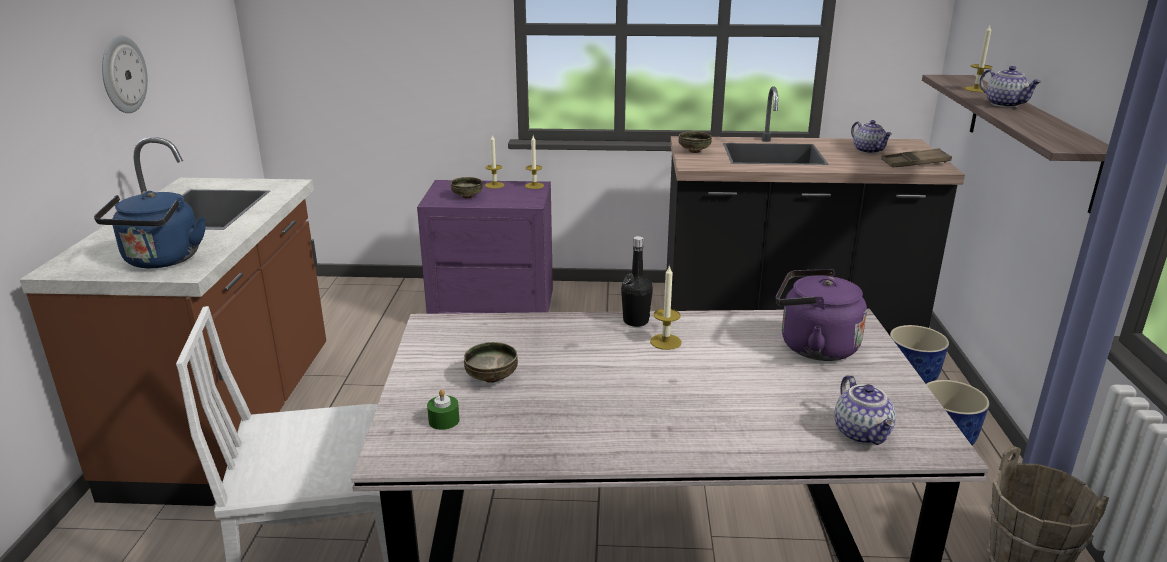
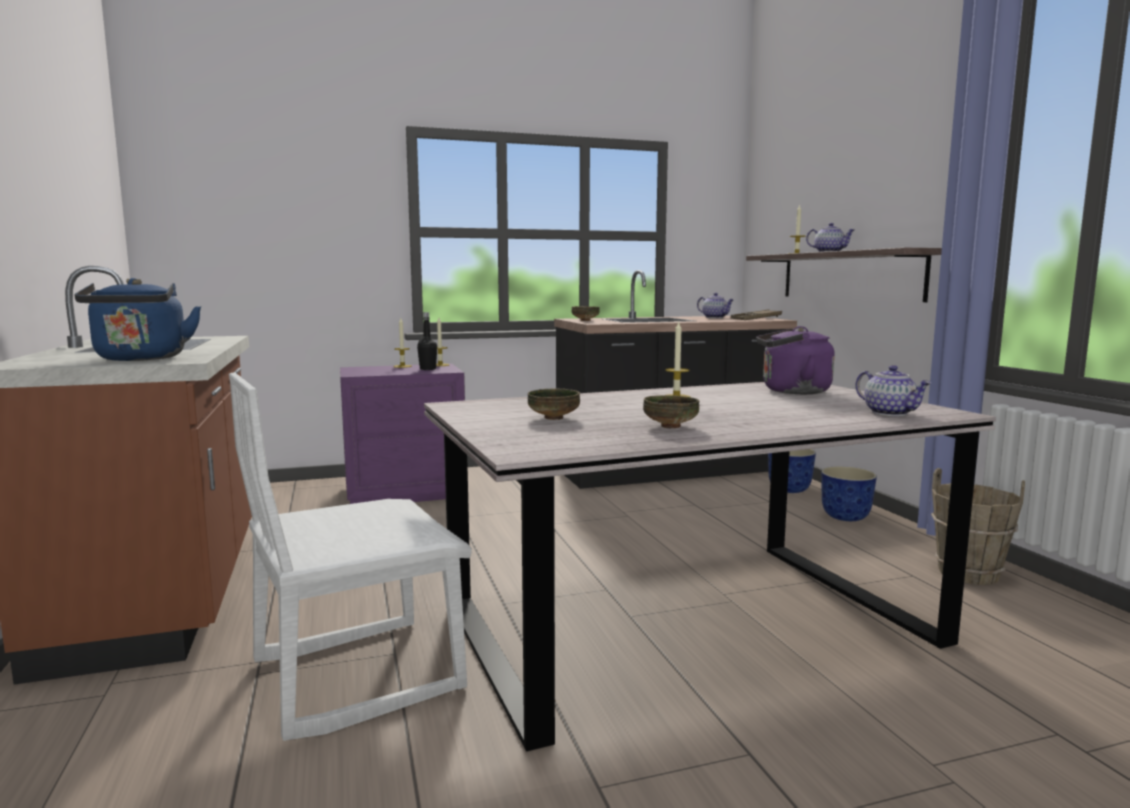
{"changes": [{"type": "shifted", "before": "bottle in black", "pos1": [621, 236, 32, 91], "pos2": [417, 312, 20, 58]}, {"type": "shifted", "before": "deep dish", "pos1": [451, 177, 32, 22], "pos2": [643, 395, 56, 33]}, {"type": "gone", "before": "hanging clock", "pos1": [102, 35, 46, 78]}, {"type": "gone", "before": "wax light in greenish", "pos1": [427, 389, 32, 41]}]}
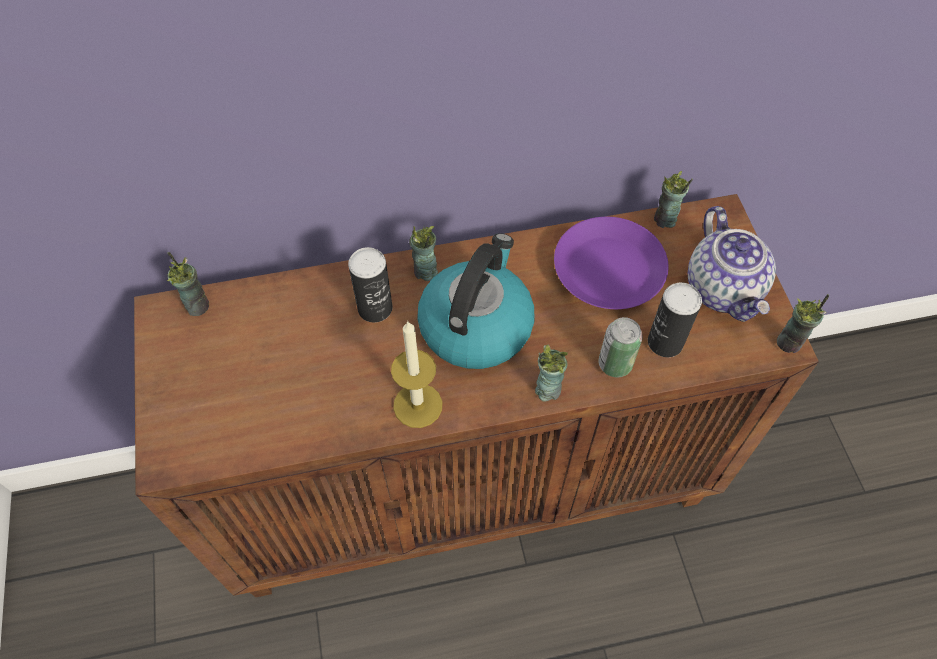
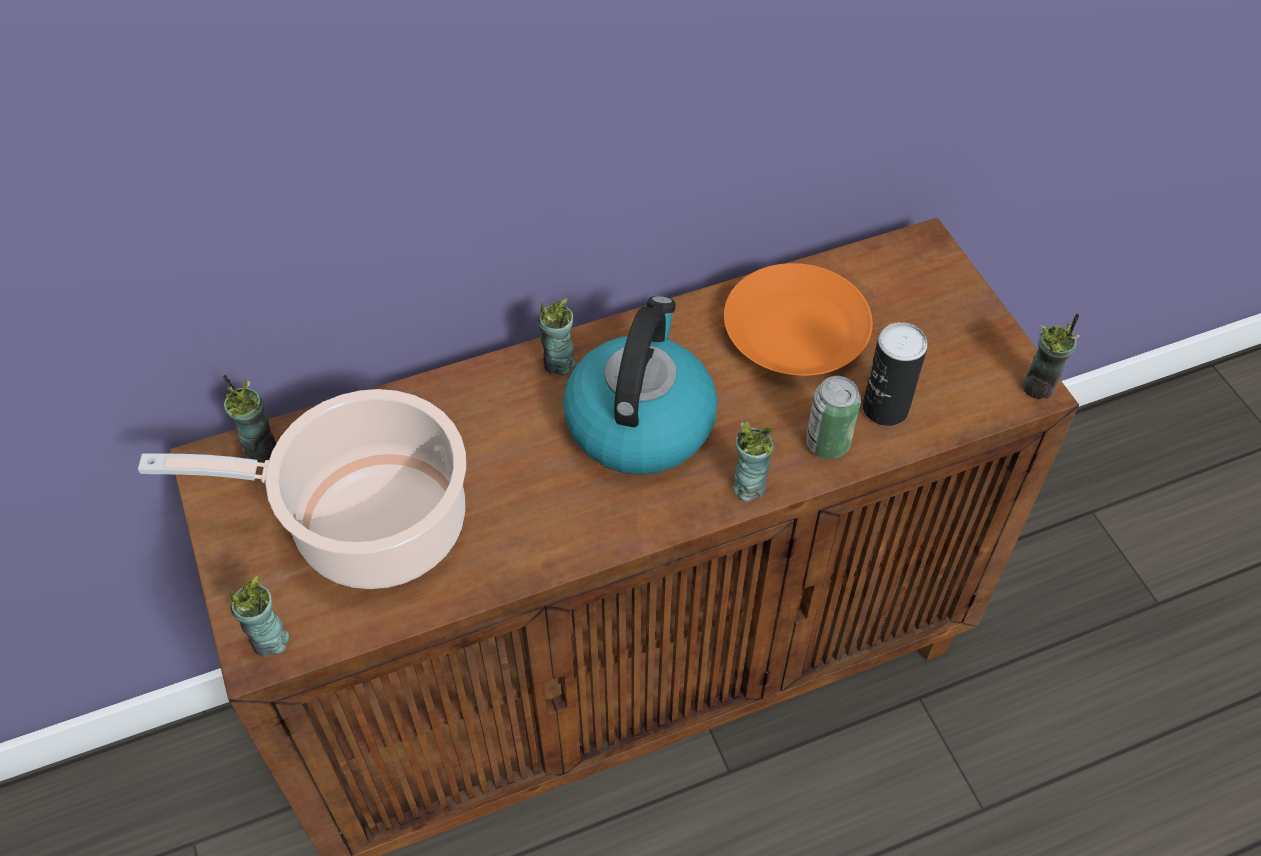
{"changes": [{"type": "new", "after": "stockpot", "pos2": [138, 389, 328, 200]}, {"type": "shifted", "before": "drinking cup", "pos1": [654, 171, 39, 57], "pos2": [229, 576, 61, 81]}, {"type": "repainted", "before": "plate in purplish", "after": "plate in orange-coloured", "pos1": [554, 217, 115, 92], "pos2": [724, 263, 149, 113]}, {"type": "gone", "before": "sealed can", "pos1": [348, 247, 44, 76]}, {"type": "gone", "before": "wax light", "pos1": [391, 320, 51, 108]}, {"type": "gone", "before": "pot for tea", "pos1": [688, 206, 88, 116]}]}
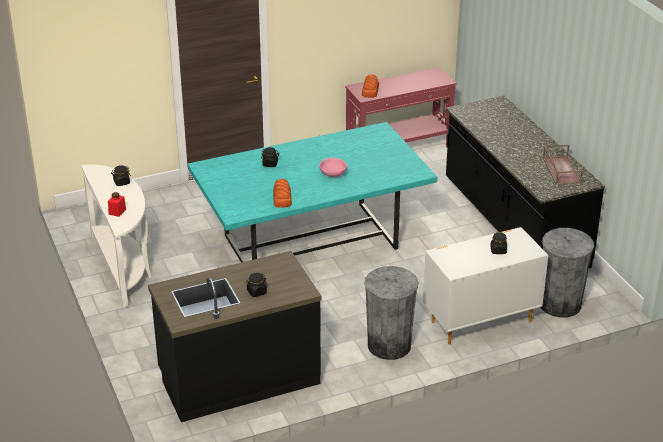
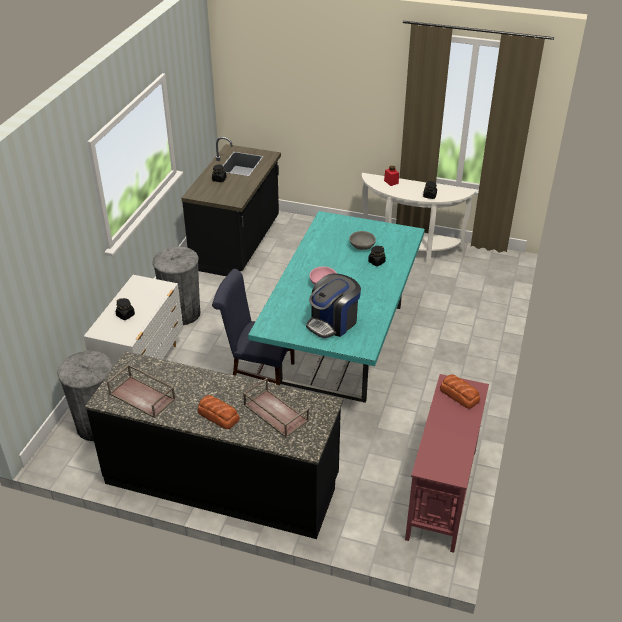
{"changes": [{"type": "shifted", "before": "baked bread", "pos1": [273, 179, 19, 29], "pos2": [198, 395, 41, 34]}, {"type": "new", "after": "chair in blue-coloured", "pos2": [212, 269, 82, 116]}, {"type": "new", "after": "tray in brownish", "pos2": [243, 378, 66, 60]}, {"type": "new", "after": "coffee machine", "pos2": [306, 273, 55, 65]}, {"type": "new", "after": "deep dish in greyish", "pos2": [349, 231, 27, 19]}]}
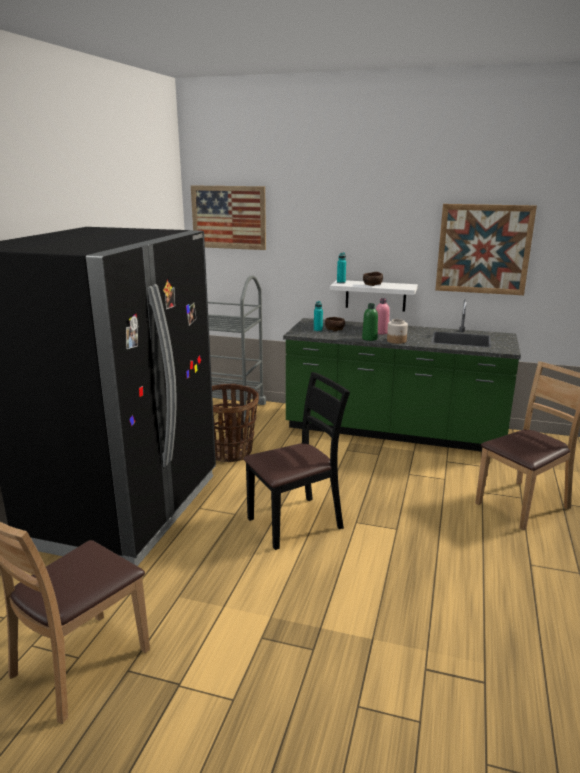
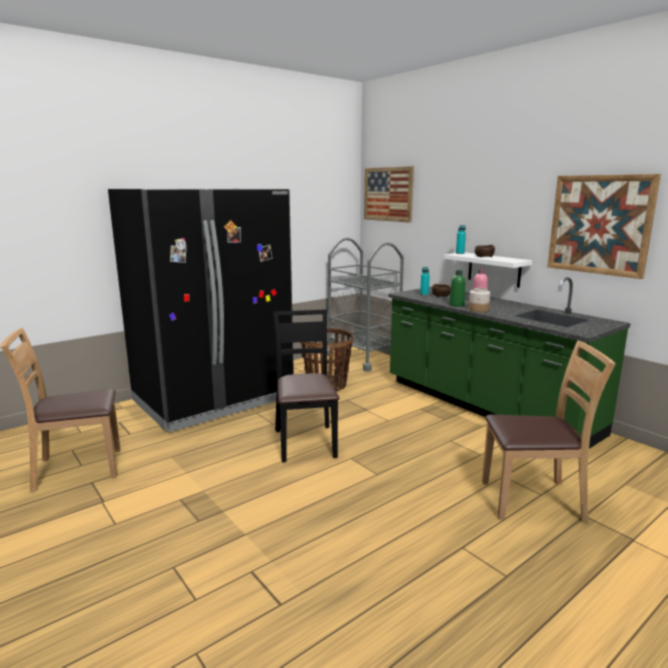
{"changes": [{"type": "rotated", "before": "chair in black", "pos1": [243, 372, 107, 178], "pos2": [273, 310, 66, 153], "turn": -105}]}
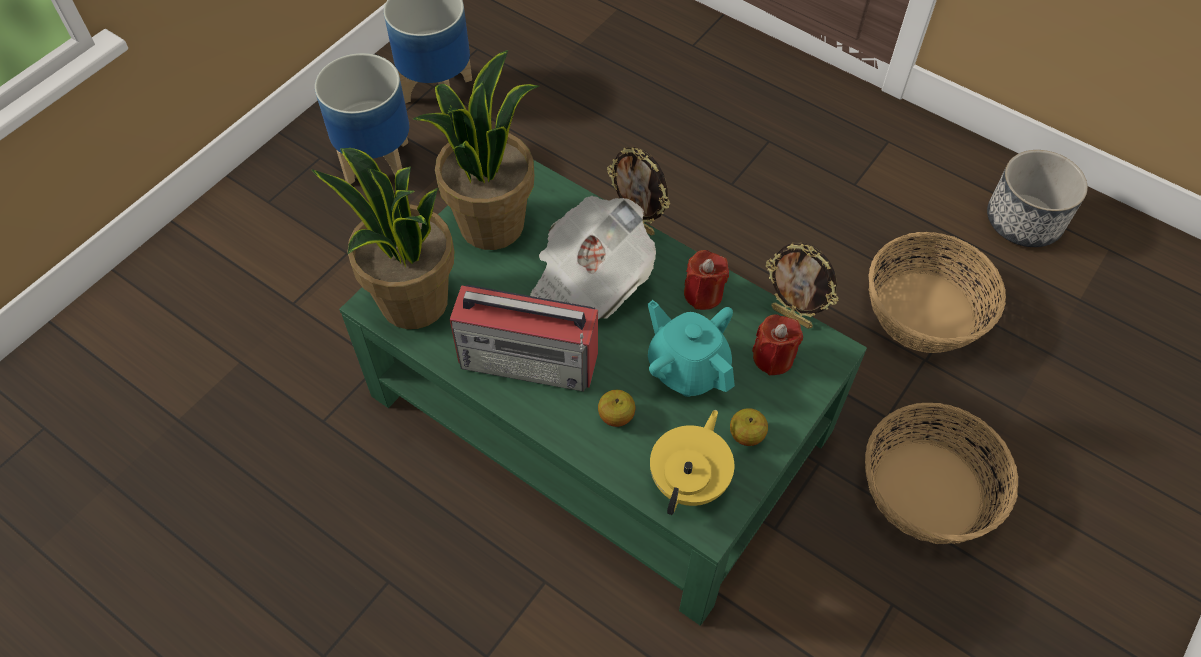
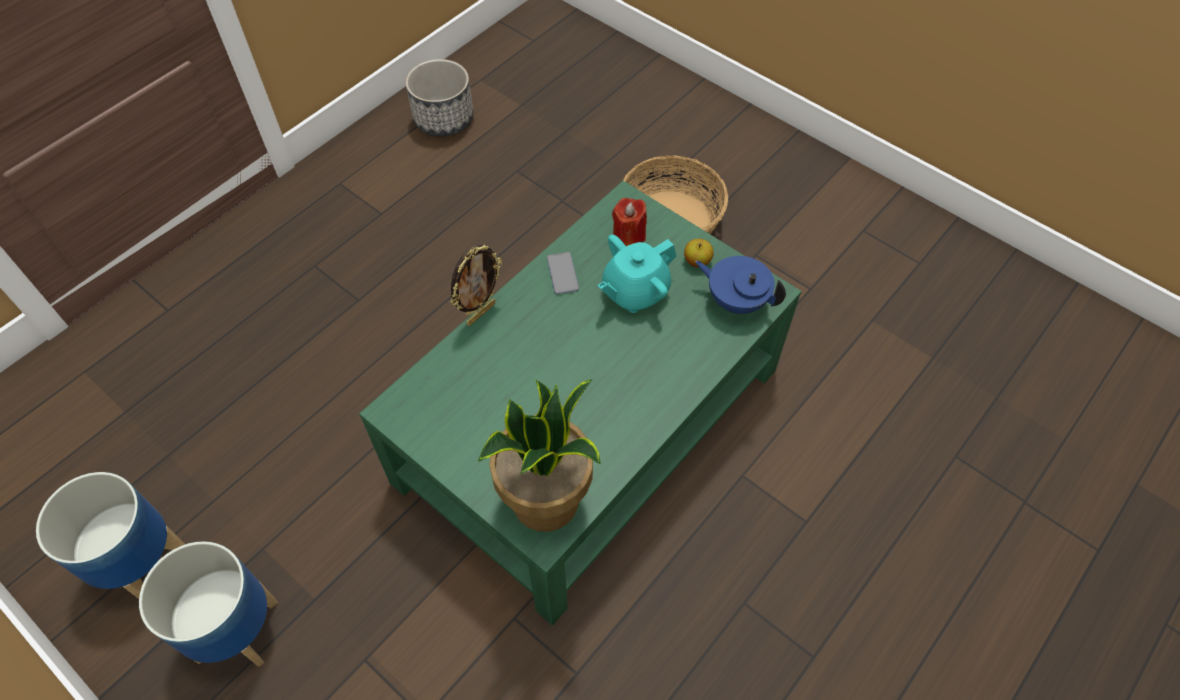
{"changes": [{"type": "swapped", "before": "wax light in red", "after": "handset", "pos1": [684, 250, 45, 60], "pos2": [547, 252, 32, 42]}, {"type": "repainted", "before": "pot for tea in yellowish", "after": "pot for tea in blue-coloured", "pos1": [650, 410, 84, 105], "pos2": [695, 256, 91, 58]}, {"type": "gone", "before": "potted plant", "pos1": [413, 50, 126, 200]}, {"type": "gone", "before": "radio", "pos1": [449, 285, 149, 107]}, {"type": "gone", "before": "newspaper", "pos1": [530, 196, 126, 123]}, {"type": "gone", "before": "whole apple", "pos1": [598, 390, 37, 37]}, {"type": "gone", "before": "standing frame", "pos1": [766, 243, 72, 86]}, {"type": "gone", "before": "storage basket", "pos1": [868, 232, 138, 121]}]}
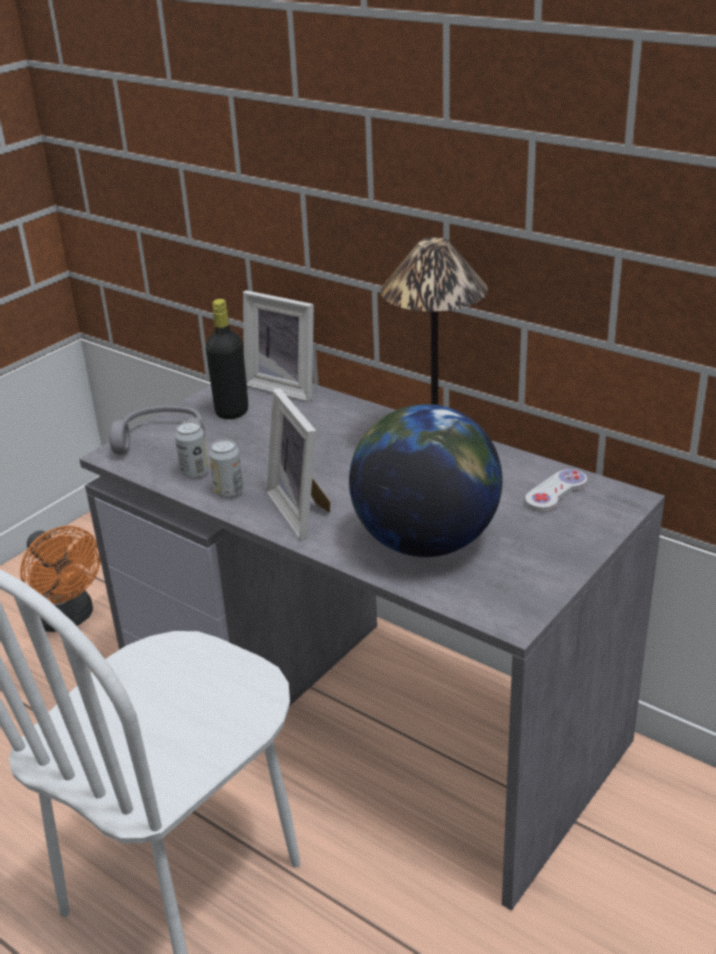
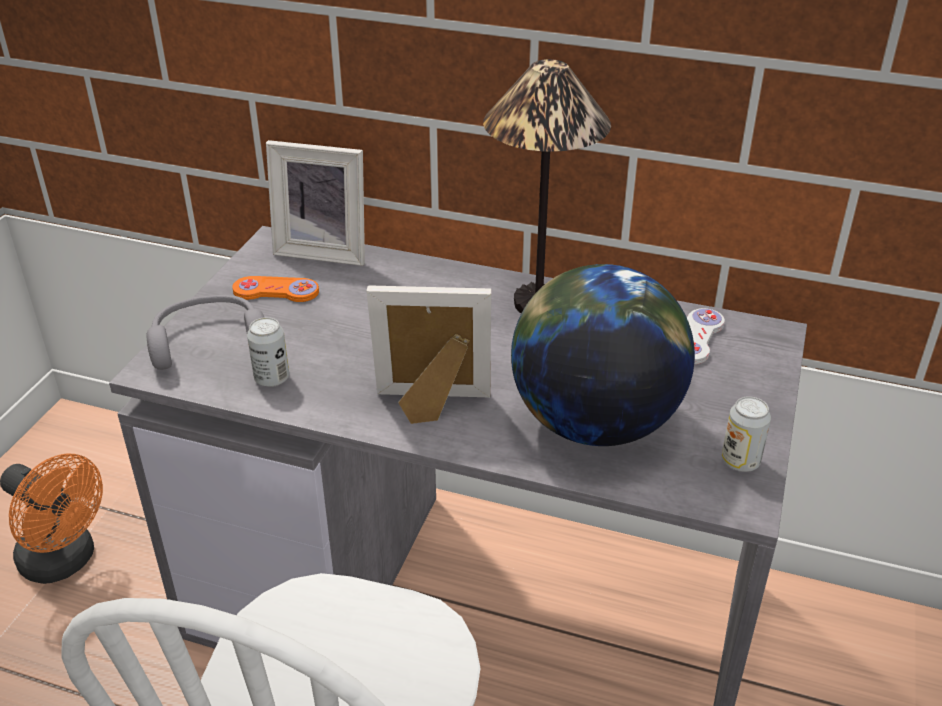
{"changes": [{"type": "swapped", "before": "bottle in black", "after": "game controller in orange-coloured", "pos1": [206, 299, 42, 120], "pos2": [232, 276, 87, 26]}, {"type": "rotated", "before": "standing frame", "pos1": [267, 388, 63, 152], "pos2": [366, 285, 125, 139], "turn": 135}, {"type": "shifted", "before": "sealed can", "pos1": [209, 440, 34, 58], "pos2": [722, 396, 49, 76]}]}
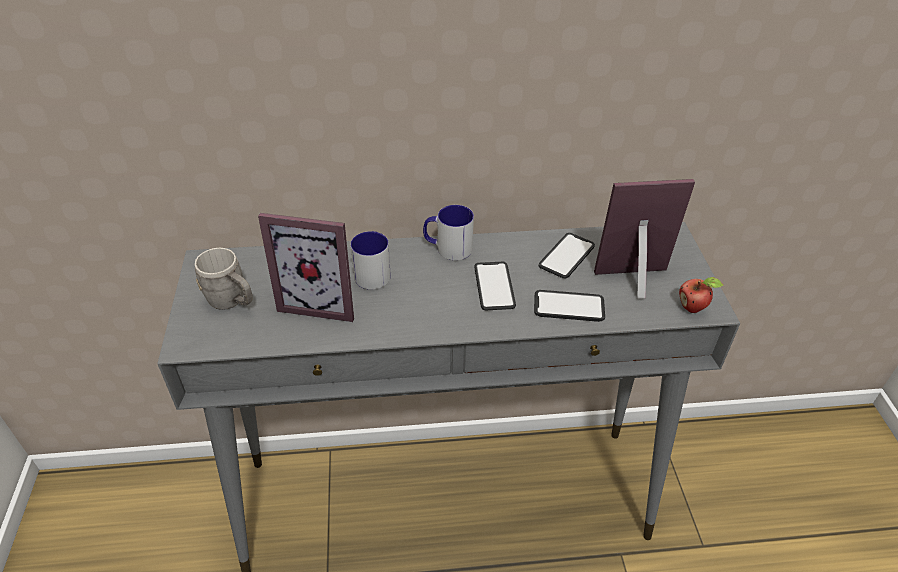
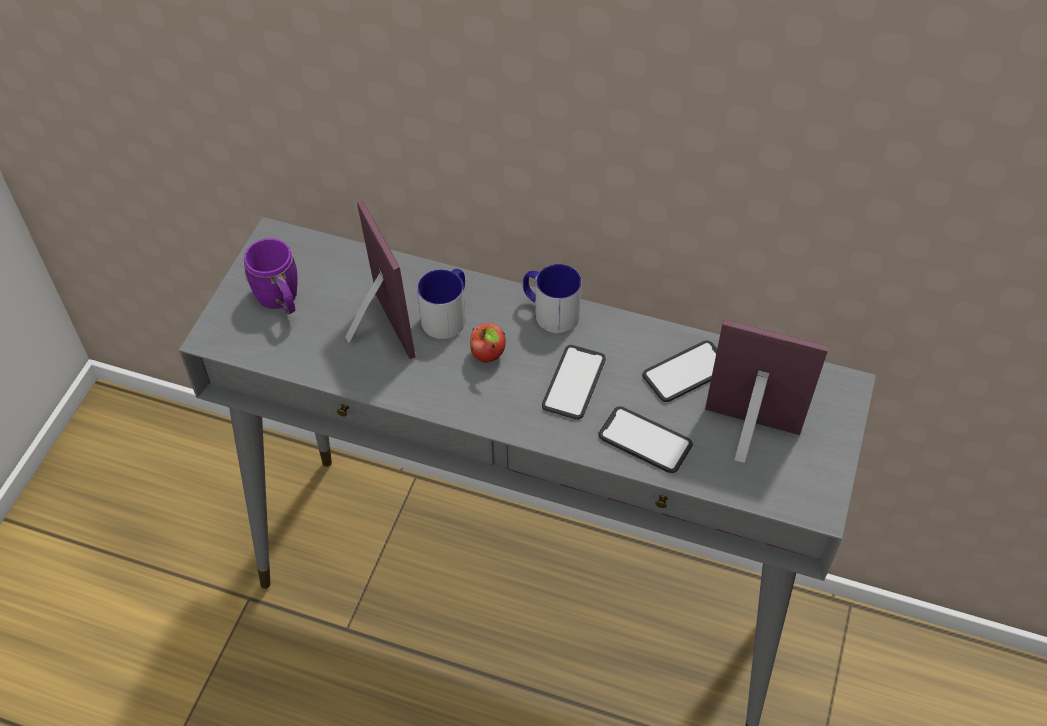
{"changes": [{"type": "repainted", "before": "coffee mug in greyish", "after": "coffee mug in purplish", "pos1": [195, 248, 58, 62], "pos2": [244, 238, 53, 76]}, {"type": "rotated", "before": "standing frame", "pos1": [258, 213, 96, 109], "pos2": [346, 201, 70, 158], "turn": -150}, {"type": "shifted", "before": "whole apple", "pos1": [679, 277, 44, 36], "pos2": [470, 323, 36, 40]}]}
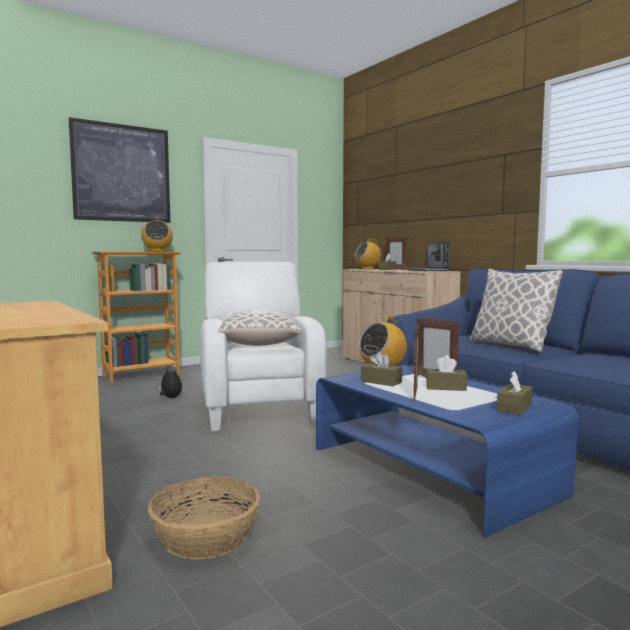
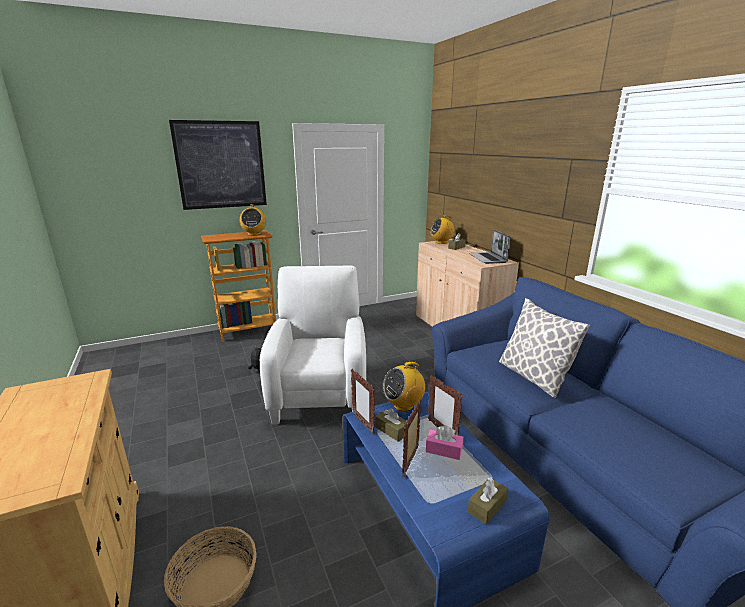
{"changes": [{"type": "shifted", "before": "standing frame", "pos1": [386, 236, 21, 34], "pos2": [351, 369, 24, 65]}, {"type": "repainted", "before": "tissue box in brownish", "after": "tissue box in pink", "pos1": [426, 355, 41, 36], "pos2": [426, 425, 37, 35]}, {"type": "gone", "before": "cushion", "pos1": [217, 310, 84, 36]}]}
